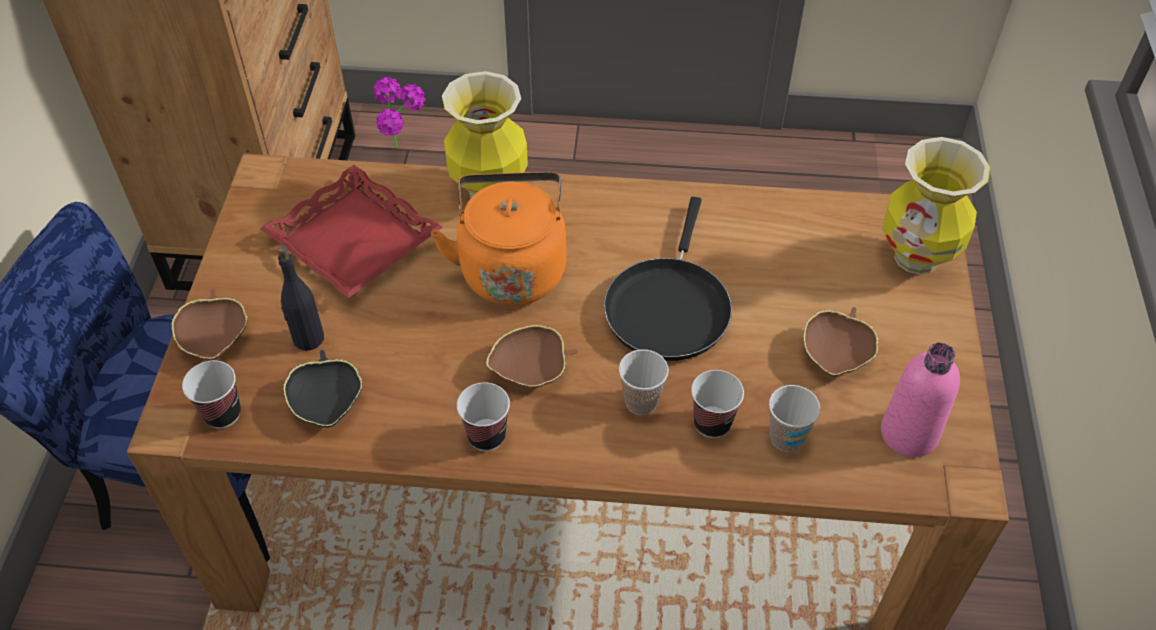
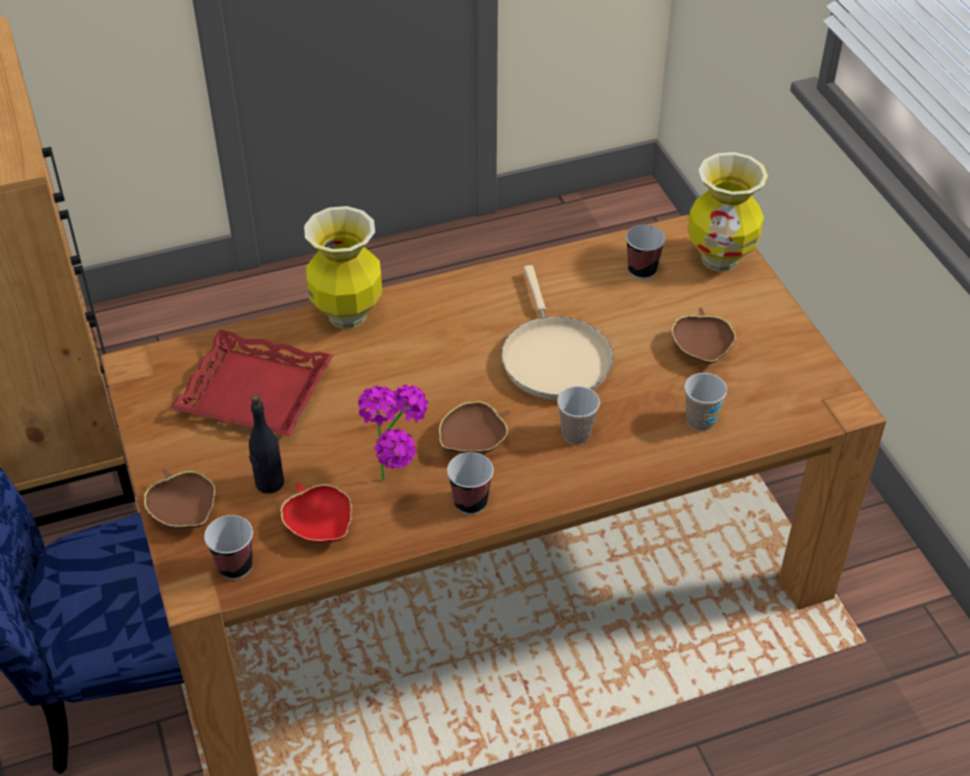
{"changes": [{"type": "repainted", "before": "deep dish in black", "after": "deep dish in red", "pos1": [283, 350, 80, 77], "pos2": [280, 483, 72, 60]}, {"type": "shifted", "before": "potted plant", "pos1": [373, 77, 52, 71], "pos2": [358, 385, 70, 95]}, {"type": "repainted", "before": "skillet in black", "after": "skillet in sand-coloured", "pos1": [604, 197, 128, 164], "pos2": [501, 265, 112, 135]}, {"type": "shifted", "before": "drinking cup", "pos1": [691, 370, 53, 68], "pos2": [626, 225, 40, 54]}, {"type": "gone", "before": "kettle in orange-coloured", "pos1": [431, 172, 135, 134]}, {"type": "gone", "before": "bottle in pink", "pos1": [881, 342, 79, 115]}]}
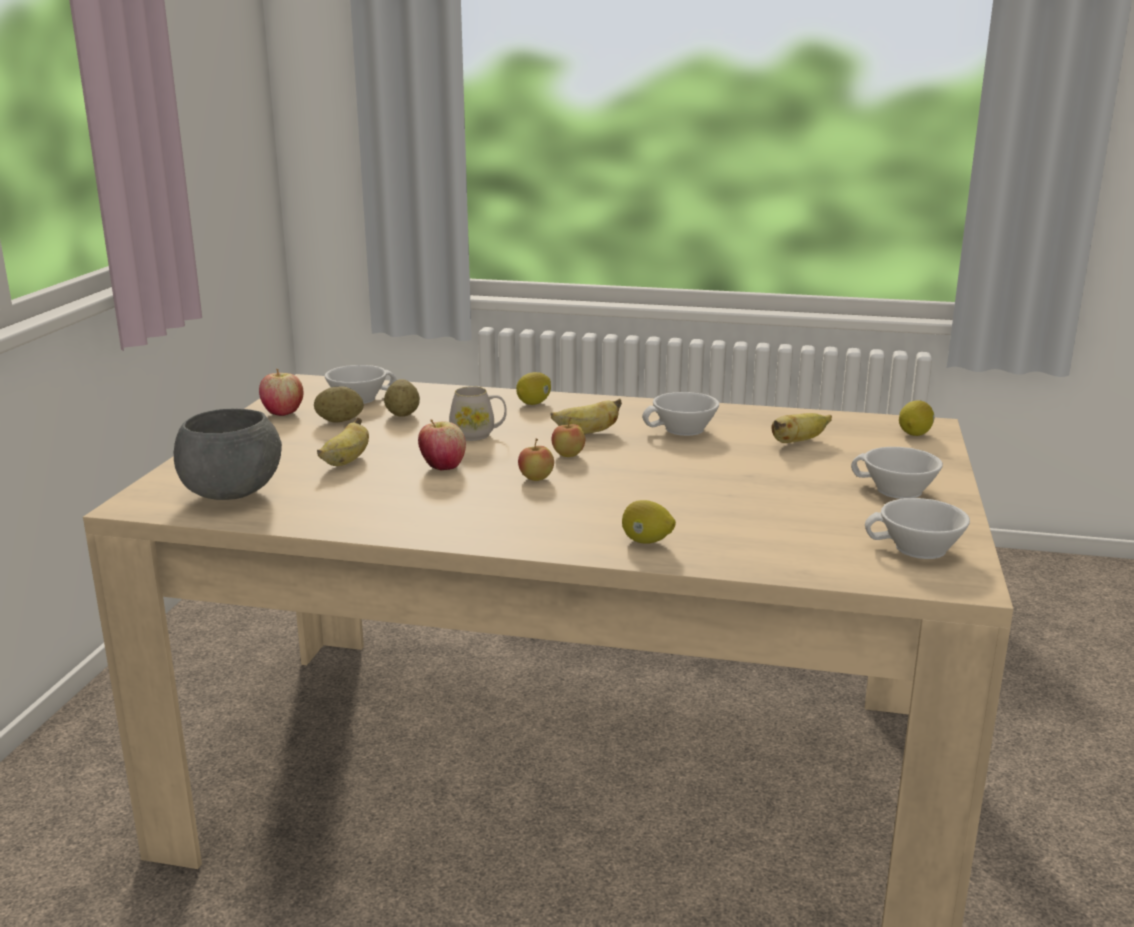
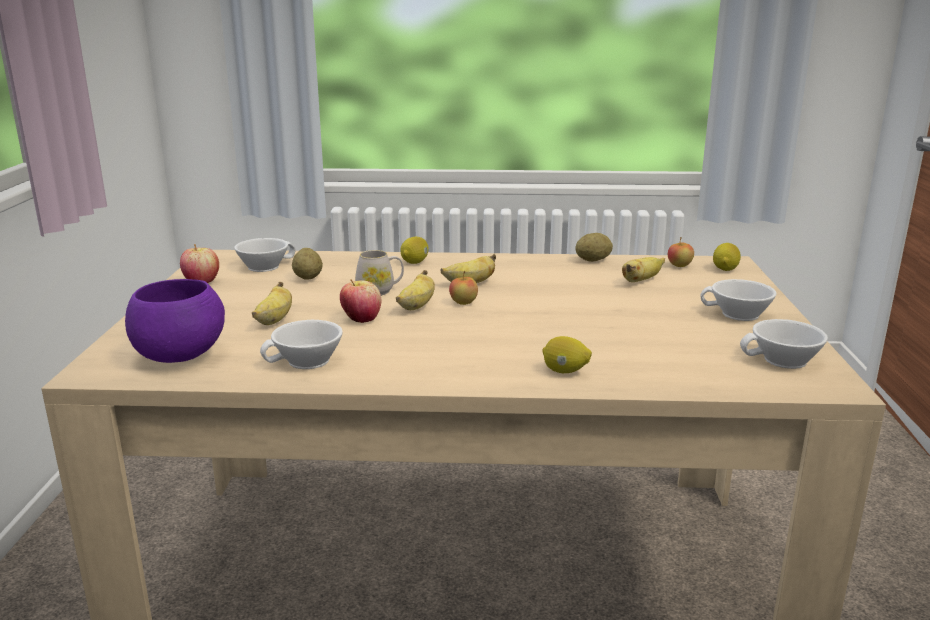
{"changes": [{"type": "repainted", "before": "deep dish in greyish", "after": "deep dish in purplish", "pos1": [174, 409, 108, 91], "pos2": [125, 279, 100, 84]}, {"type": "shifted", "before": "drinking cup in white-coloured", "pos1": [642, 392, 77, 44], "pos2": [260, 320, 83, 49]}, {"type": "new", "after": "whole banana", "pos2": [396, 270, 39, 40]}, {"type": "shifted", "before": "whole potato", "pos1": [314, 386, 50, 37], "pos2": [575, 233, 38, 29]}, {"type": "shifted", "before": "whole apple", "pos1": [518, 439, 36, 42], "pos2": [668, 237, 26, 30]}]}
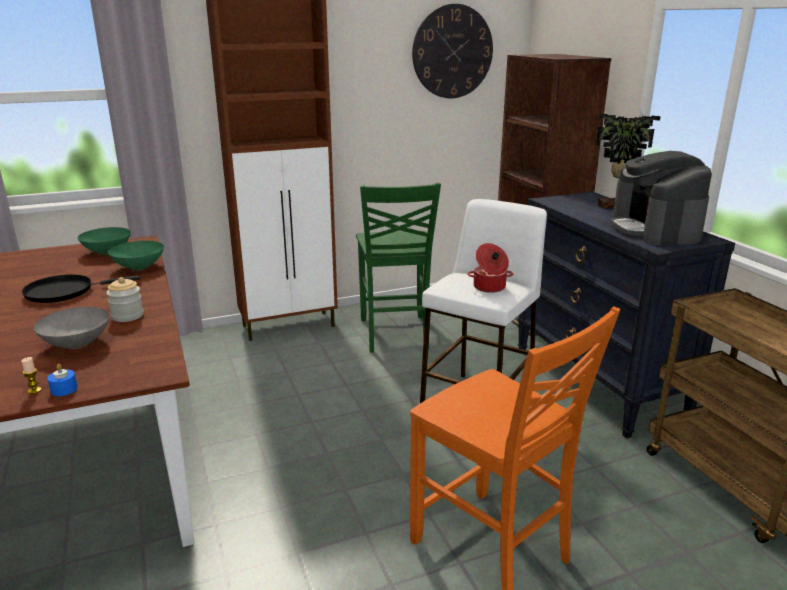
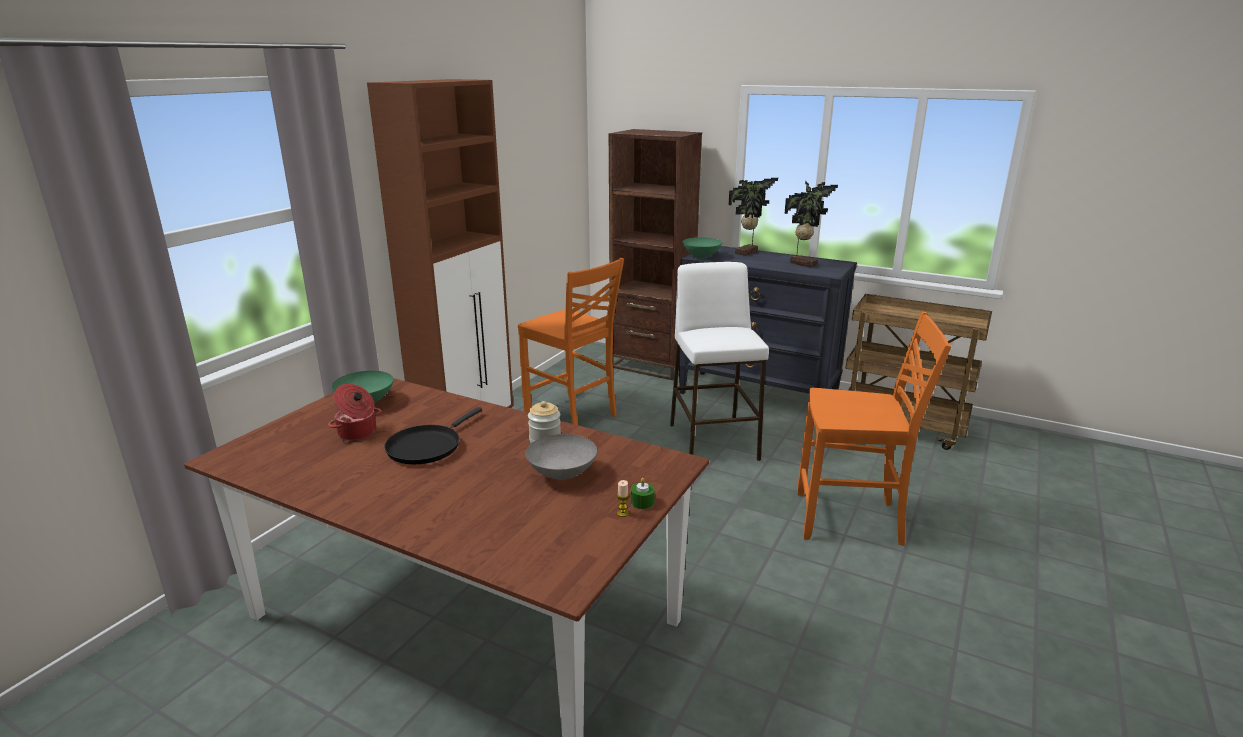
{"changes": [{"type": "shifted", "before": "stockpot", "pos1": [467, 243, 46, 50], "pos2": [328, 384, 53, 56]}, {"type": "repainted", "before": "chair in greenish", "after": "chair in orange-coloured", "pos1": [356, 183, 85, 170], "pos2": [517, 258, 107, 167]}, {"type": "repainted", "before": "wax light in blue-coloured", "after": "wax light in greenish", "pos1": [47, 364, 31, 32], "pos2": [631, 478, 24, 31]}, {"type": "shifted", "before": "deep dish in greenish", "pos1": [108, 241, 56, 29], "pos2": [682, 237, 40, 21]}, {"type": "swapped", "before": "coffee machine", "after": "potted plant", "pos1": [610, 151, 102, 94], "pos2": [784, 181, 54, 87]}, {"type": "gone", "before": "hanging clock", "pos1": [412, 4, 81, 94]}]}
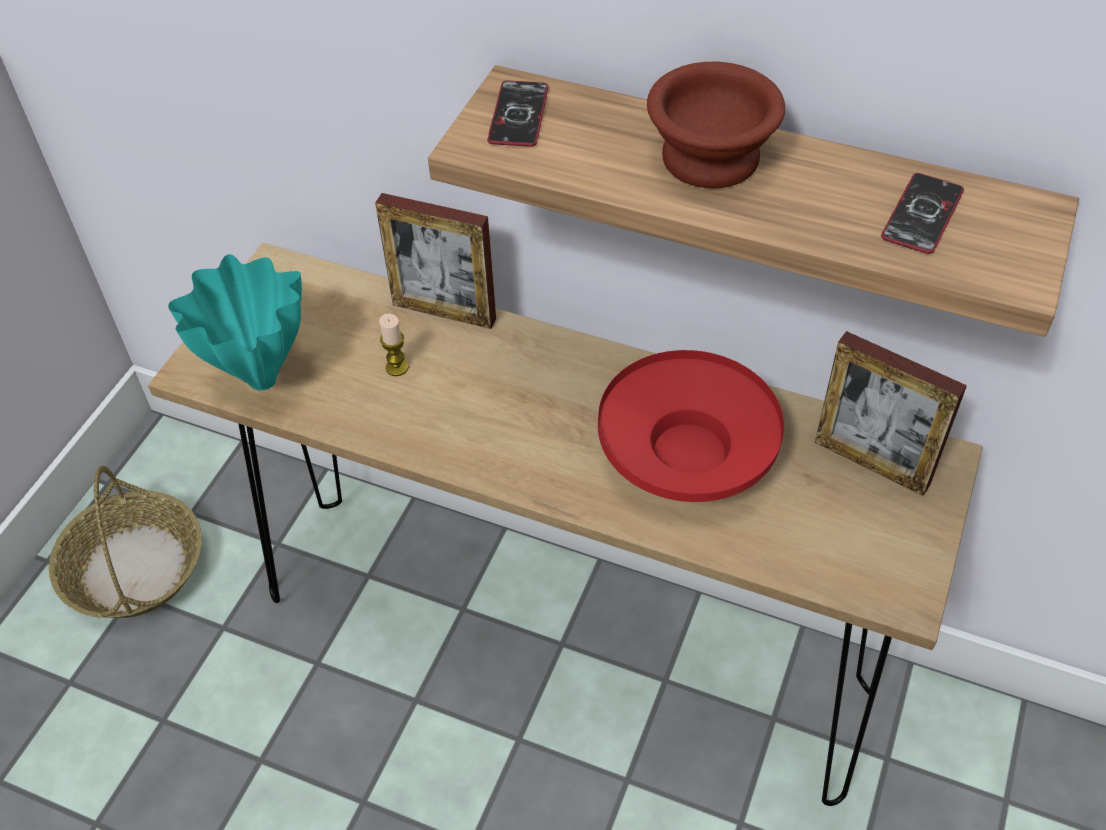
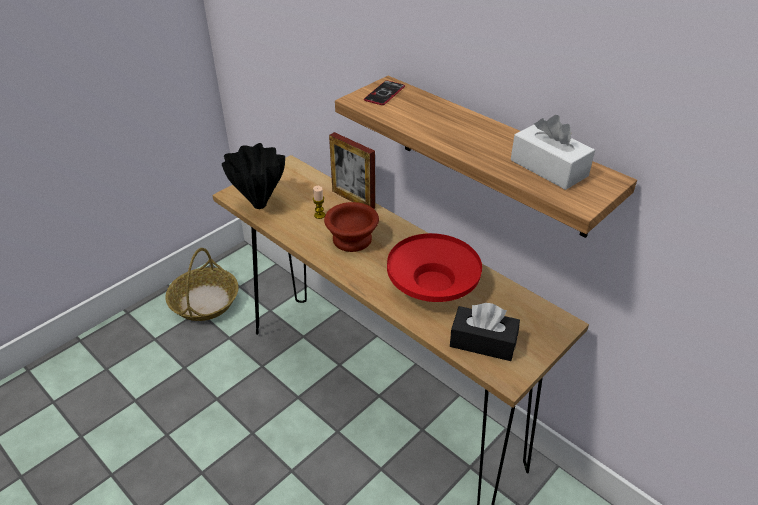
{"changes": [{"type": "repainted", "before": "flower vase in turquoise-coloured", "after": "flower vase in black", "pos1": [168, 254, 134, 136], "pos2": [222, 143, 63, 66]}, {"type": "shifted", "before": "deep dish in brownish", "pos1": [647, 62, 138, 126], "pos2": [324, 202, 55, 50]}, {"type": "new", "after": "tissue box in black", "pos2": [450, 303, 70, 58]}, {"type": "swapped", "before": "handset", "after": "tissue box in white-coloured", "pos1": [881, 173, 83, 81], "pos2": [511, 115, 84, 75]}, {"type": "gone", "before": "standing frame", "pos1": [815, 331, 152, 165]}]}
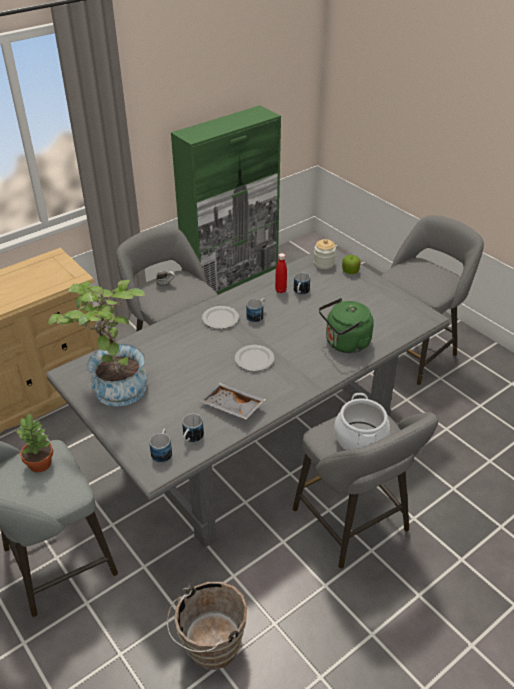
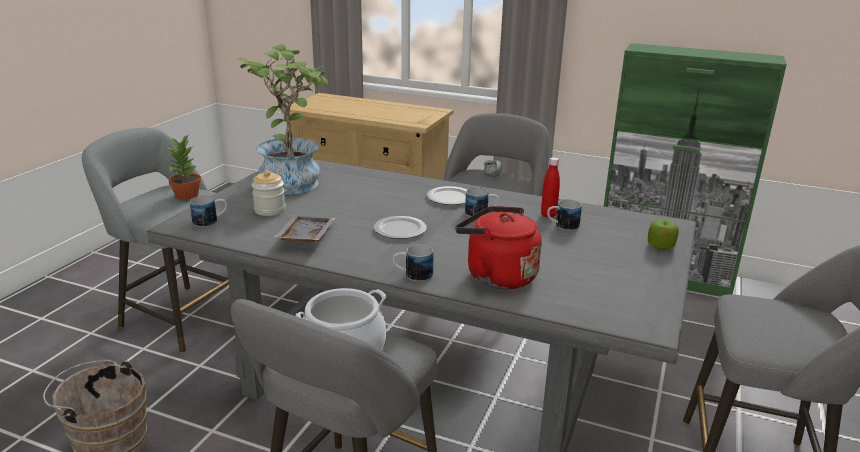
{"changes": [{"type": "shifted", "before": "jar", "pos1": [314, 239, 22, 30], "pos2": [252, 170, 34, 46]}, {"type": "shifted", "before": "coffee mug", "pos1": [182, 414, 22, 28], "pos2": [393, 244, 40, 38]}, {"type": "repainted", "before": "kettle in greenish", "after": "kettle in red", "pos1": [319, 298, 55, 55], "pos2": [455, 206, 87, 83]}]}
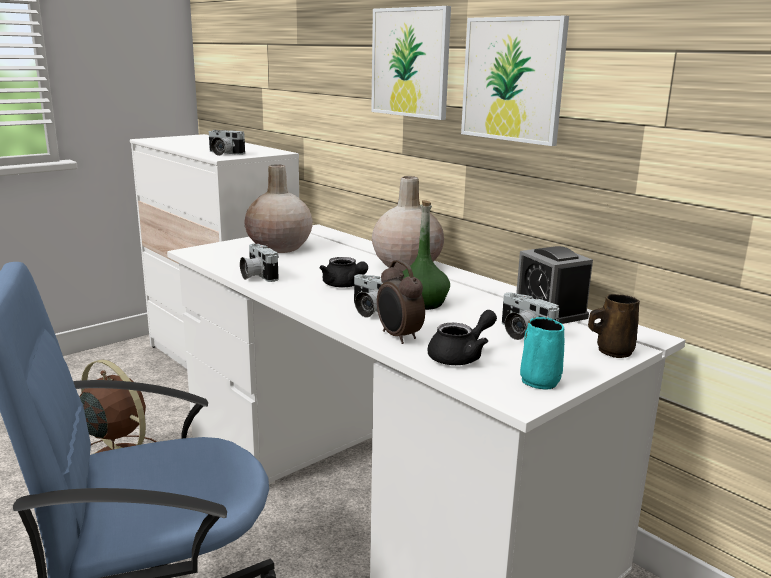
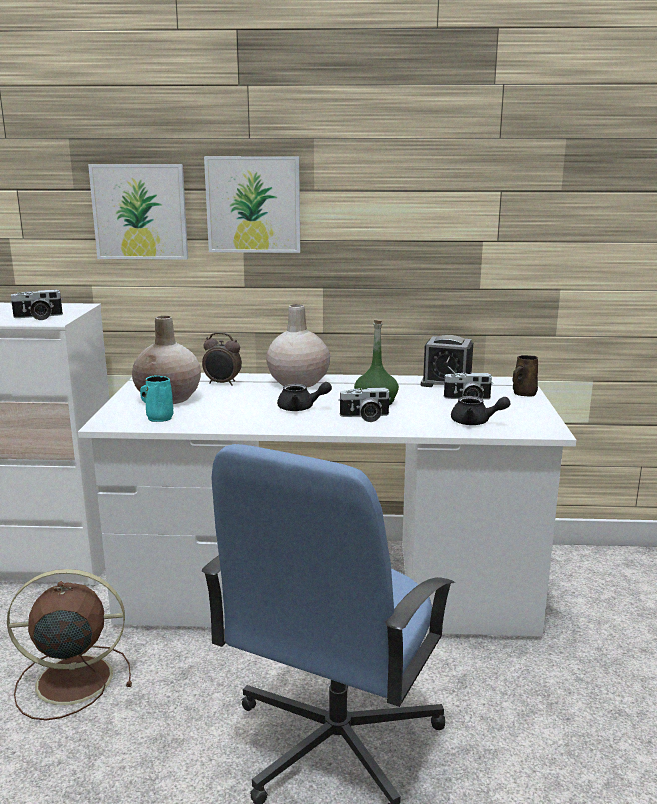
{"changes": [{"type": "shifted", "before": "picture", "pos1": [461, 16, 108, 130], "pos2": [88, 164, 100, 96]}, {"type": "shifted", "before": "coffee mug in turquoise-coloured", "pos1": [520, 317, 44, 72], "pos2": [140, 375, 34, 47]}, {"type": "shifted", "before": "bedside clock", "pos1": [377, 260, 48, 84], "pos2": [202, 332, 40, 54]}, {"type": "rotated", "before": "pot for tea in black", "pos1": [427, 310, 70, 55], "pos2": [451, 396, 59, 29], "turn": 105}, {"type": "gone", "before": "still camera", "pos1": [240, 244, 39, 38]}]}
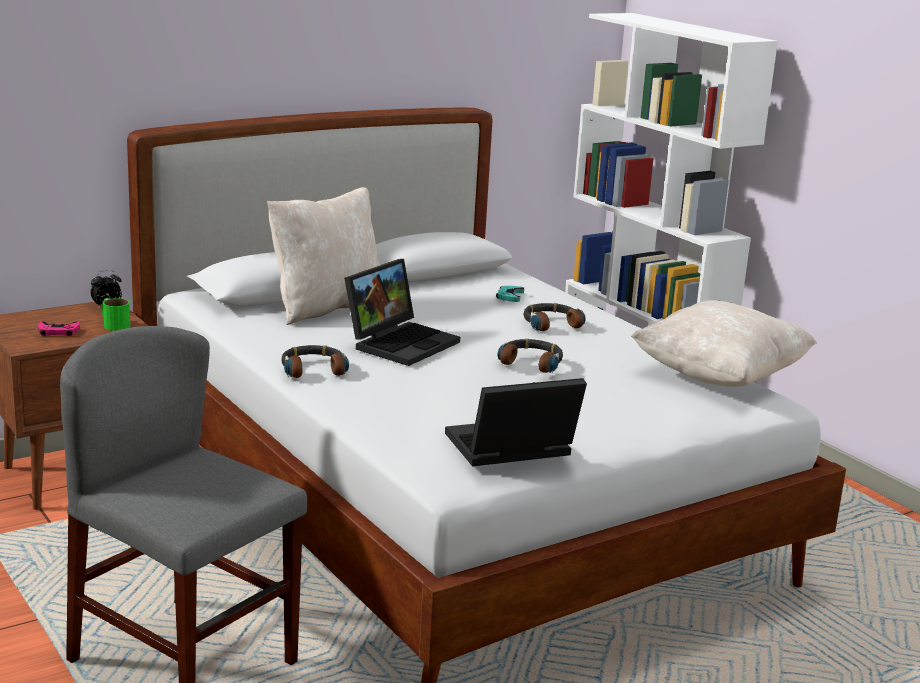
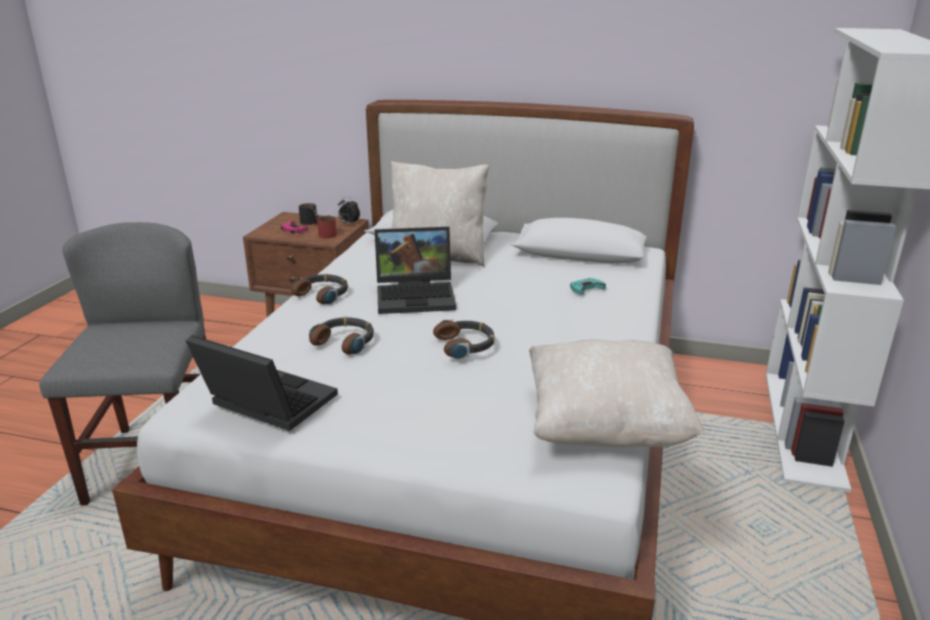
{"changes": [{"type": "new", "after": "coffee mug in black", "pos2": [299, 203, 19, 22]}, {"type": "shifted", "before": "headset", "pos1": [524, 303, 62, 28], "pos2": [309, 317, 65, 37]}, {"type": "repainted", "before": "coffee mug in greenish", "after": "coffee mug in red", "pos1": [101, 298, 29, 33], "pos2": [317, 215, 20, 24]}]}
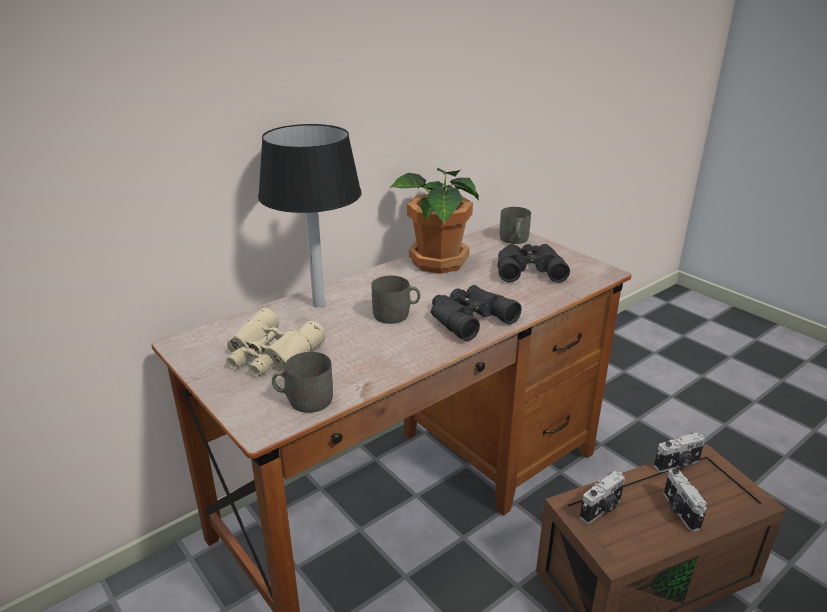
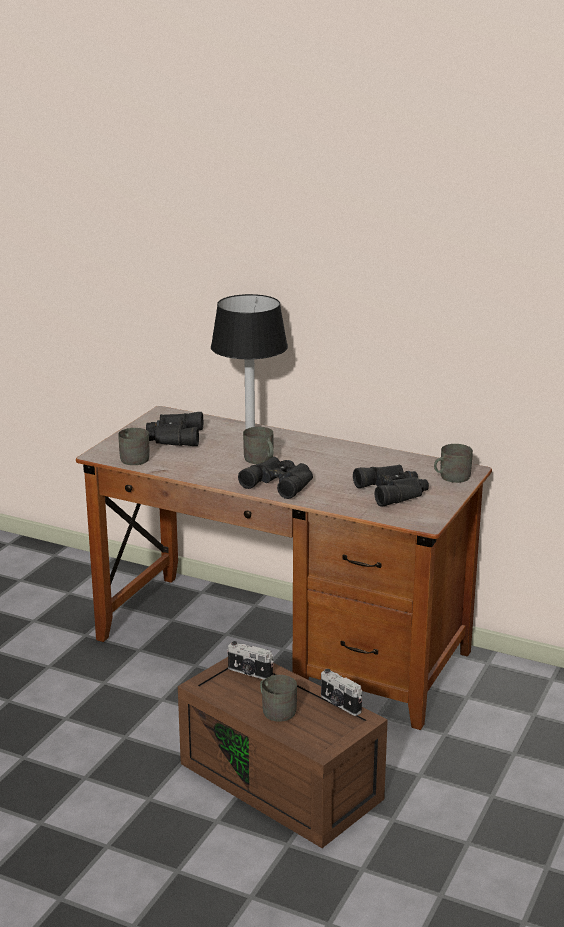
{"changes": [{"type": "repainted", "before": "binoculars in sand-coloured", "after": "binoculars in black", "pos1": [226, 308, 100, 69], "pos2": [146, 412, 57, 34]}, {"type": "swapped", "before": "still camera", "after": "coffee mug in greyish", "pos1": [663, 469, 44, 63], "pos2": [260, 675, 37, 47]}, {"type": "gone", "before": "potted plant", "pos1": [390, 167, 89, 107]}]}
